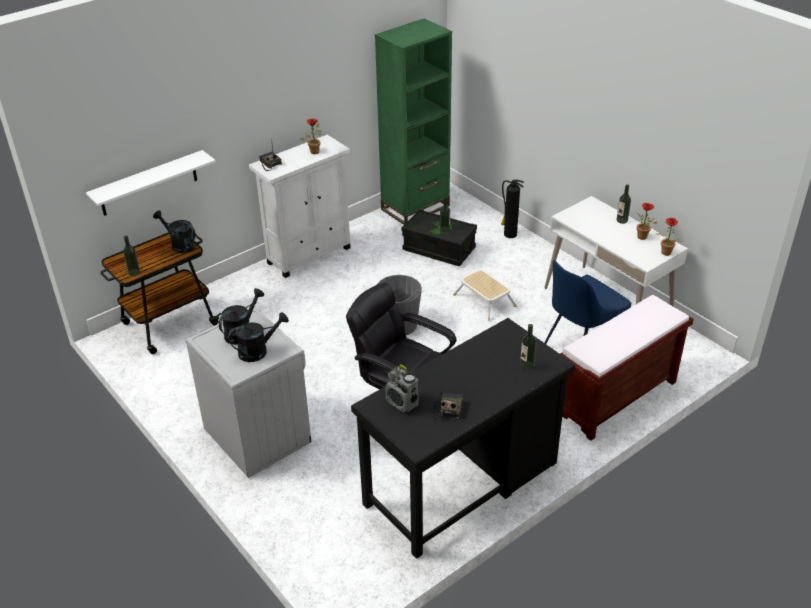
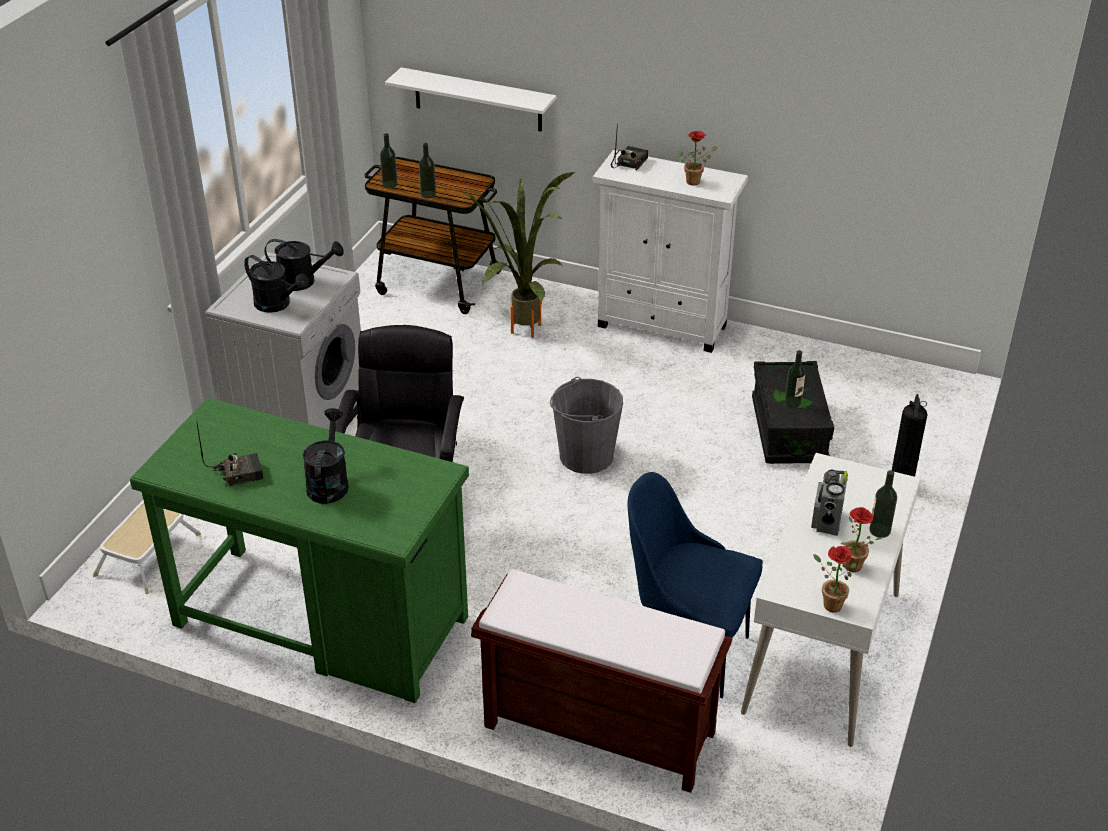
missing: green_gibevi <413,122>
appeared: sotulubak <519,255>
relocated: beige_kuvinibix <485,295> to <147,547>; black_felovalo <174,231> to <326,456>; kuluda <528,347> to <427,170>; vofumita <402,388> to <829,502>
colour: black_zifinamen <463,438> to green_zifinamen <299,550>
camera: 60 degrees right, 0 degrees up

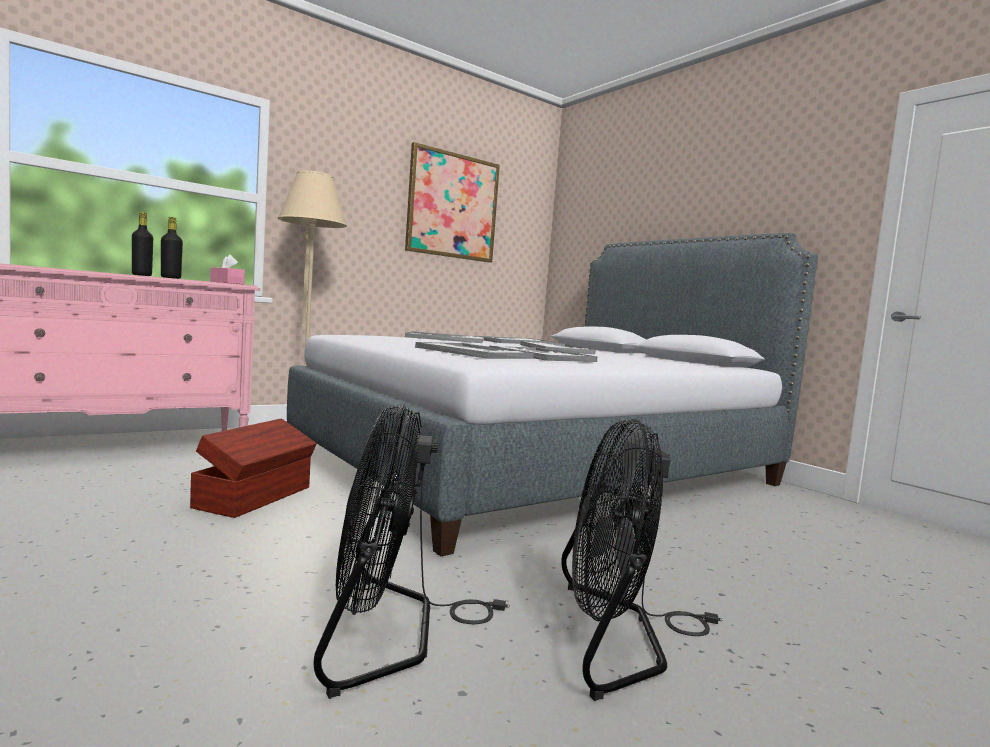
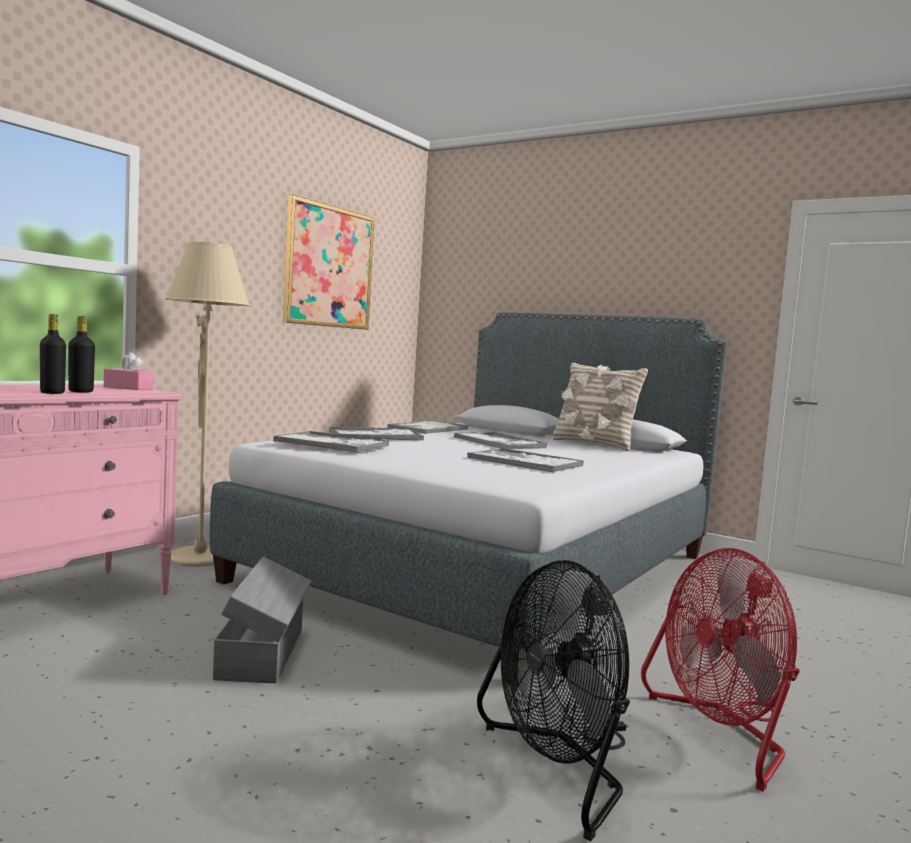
appeared: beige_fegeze <600,406>
relocated: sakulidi <474,350> to <331,441>
colour: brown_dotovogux <253,468> to grey_dotovogux <262,620>; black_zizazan <641,560> to red_zizazan <720,670>
camera: 20 degrees left, 0 degrees up

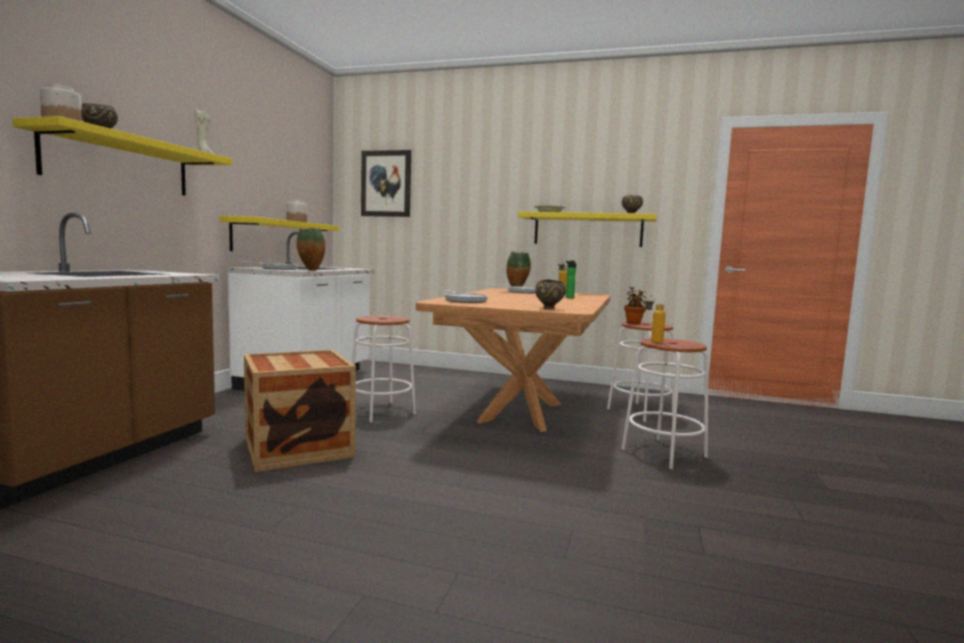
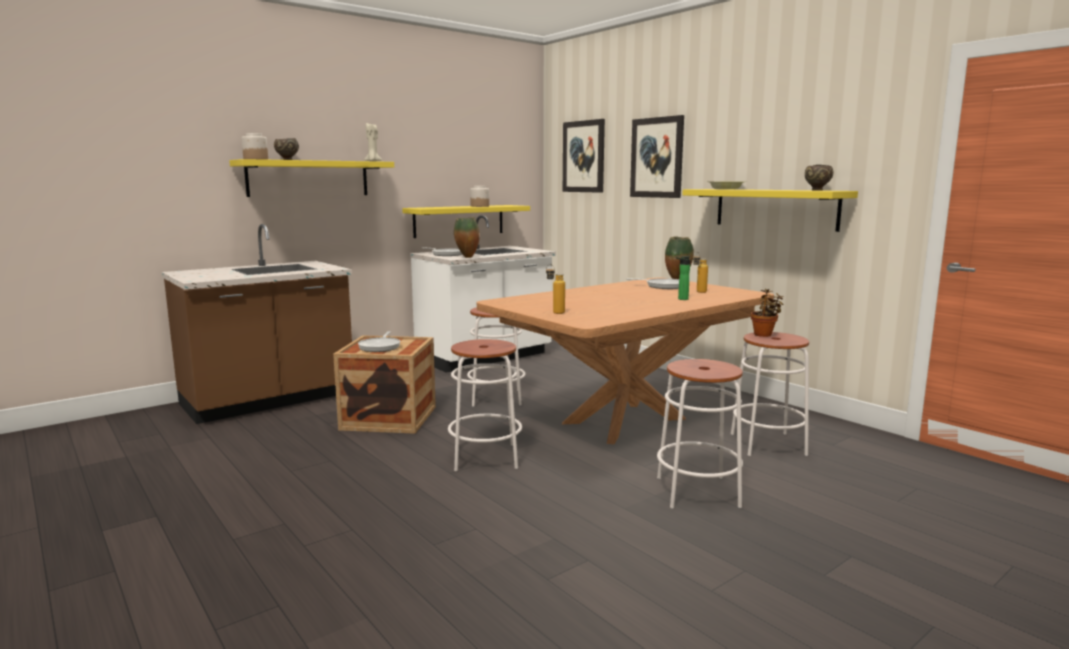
missing: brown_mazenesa <551,294>
appeared: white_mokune <485,405>; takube <657,156>
relocated: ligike <465,296> to <379,341>; kuluda <655,319> to <555,289>
camera: 35 degrees right, 5 degrees up

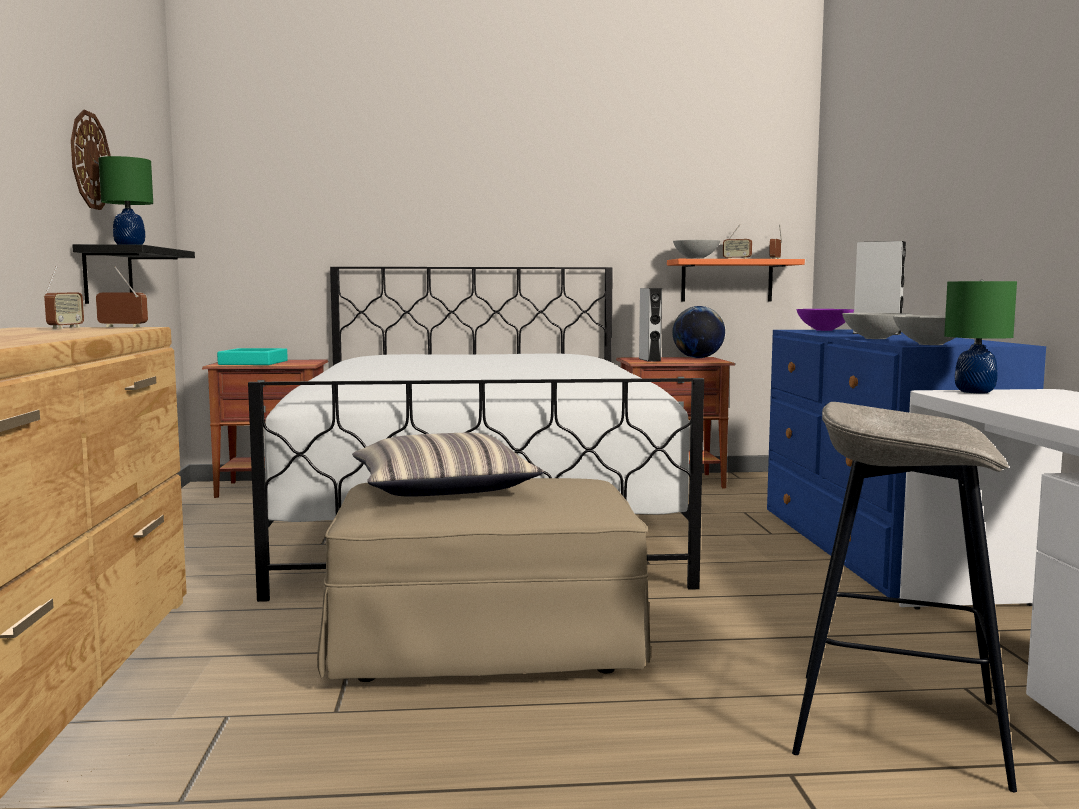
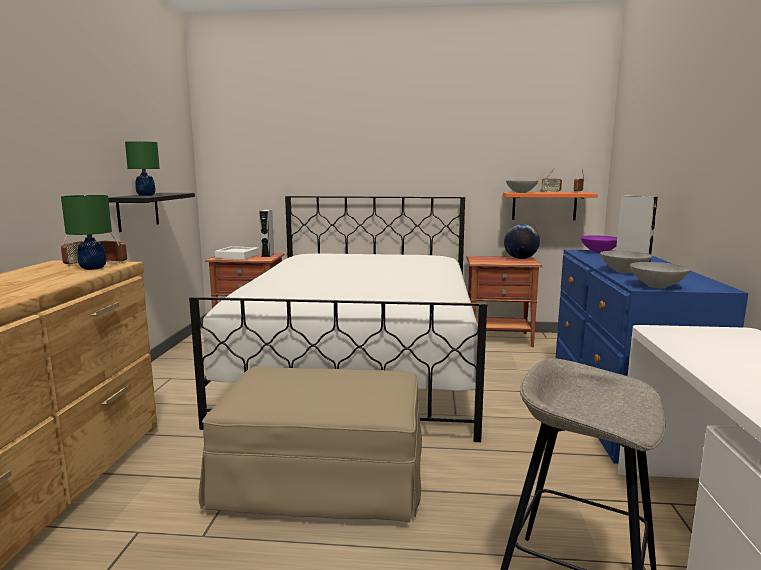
missing: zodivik <91,160>; fegeze <448,465>
relocated: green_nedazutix <980,337> to <86,232>; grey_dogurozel <650,324> to <266,233>
colour: turquoise_sakulidi <252,356> to white_sakulidi <237,253>
camera: 10 degrees right, 5 degrees up

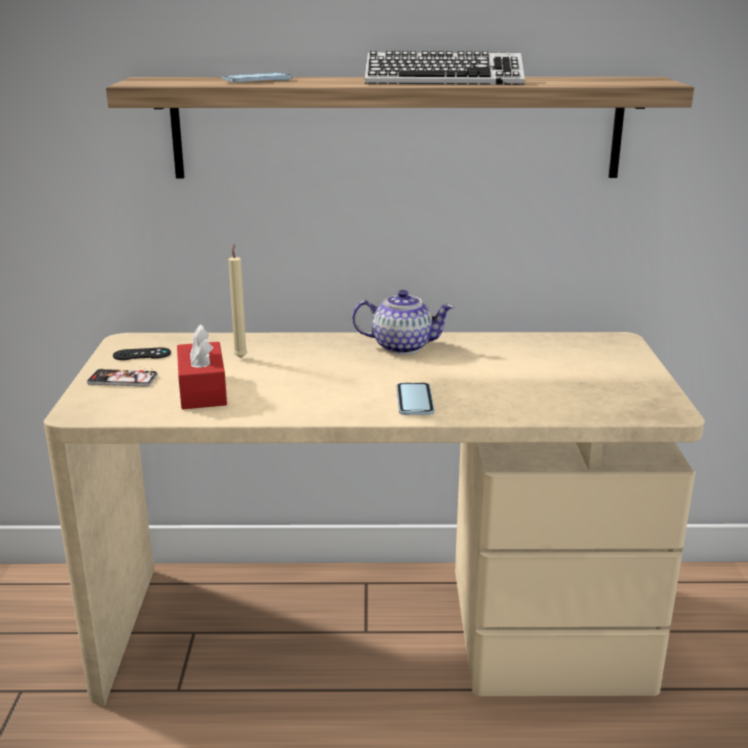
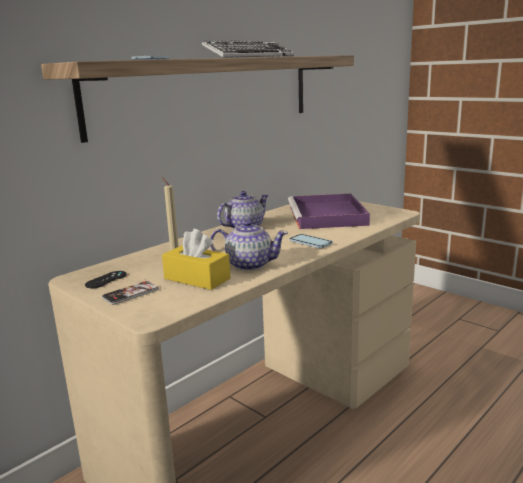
appeared: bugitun <249,245>; purple_sakulidi <329,211>
colour: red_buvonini <202,367> to yellow_buvonini <196,259>
camera: 45 degrees left, 5 degrees down

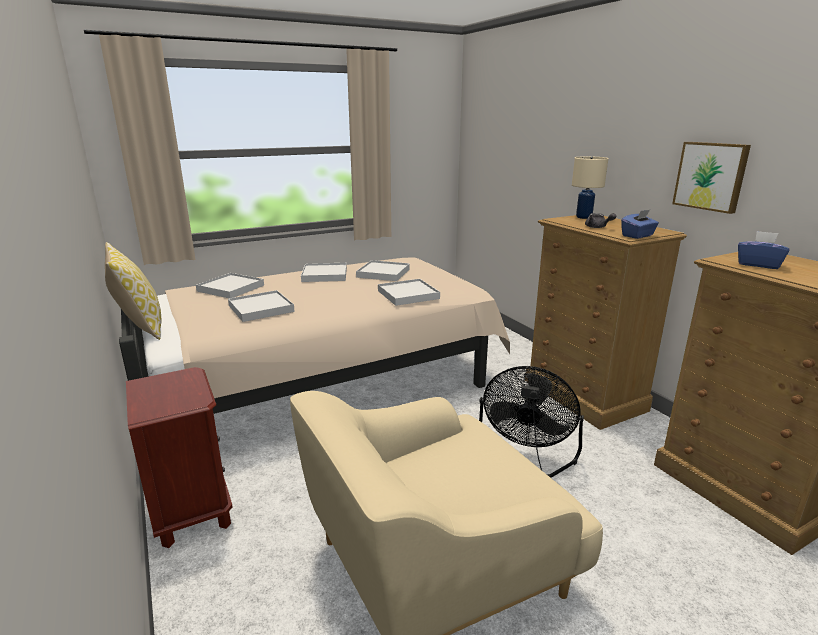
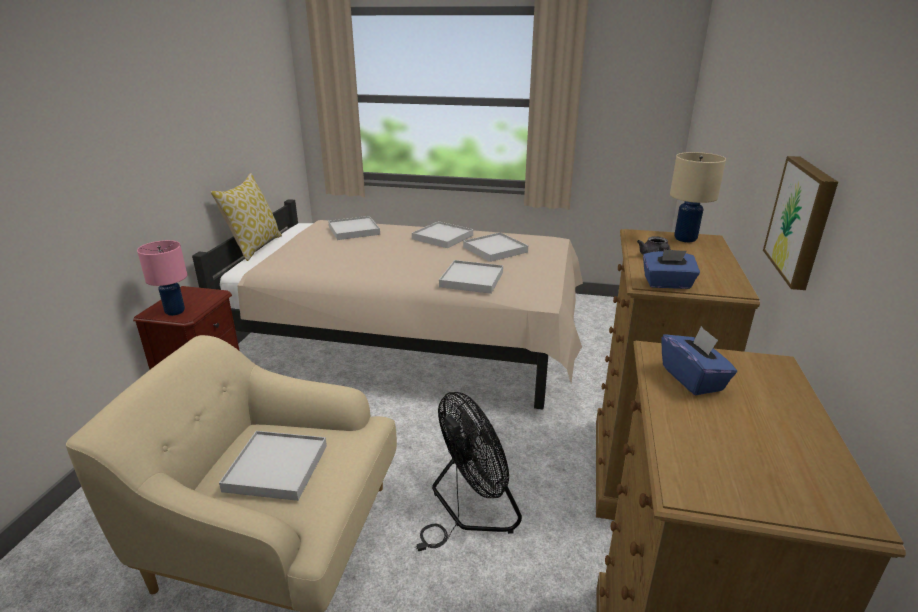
appeared: pink_nedazutix <162,278>
relocated: white_sakulidi <261,306> to <273,466>
camera: 40 degrees right, 5 degrees up

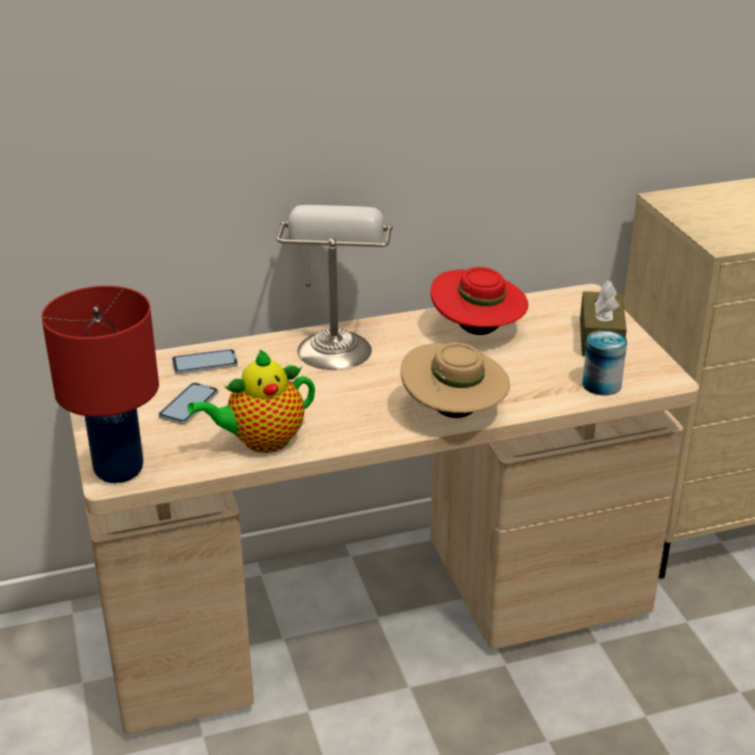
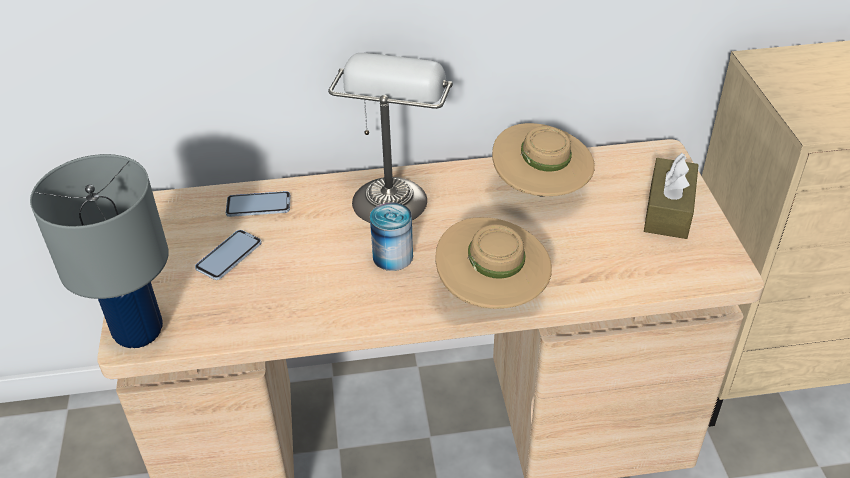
missing: bugitun <251,401>
relocated: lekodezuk <604,362> to <391,236>
colour: red_nedazutix <100,384> to grey_nedazutix <99,251>; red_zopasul <479,301> to beige_zopasul <543,159>
camera: 10 degrees right, 10 degrees up

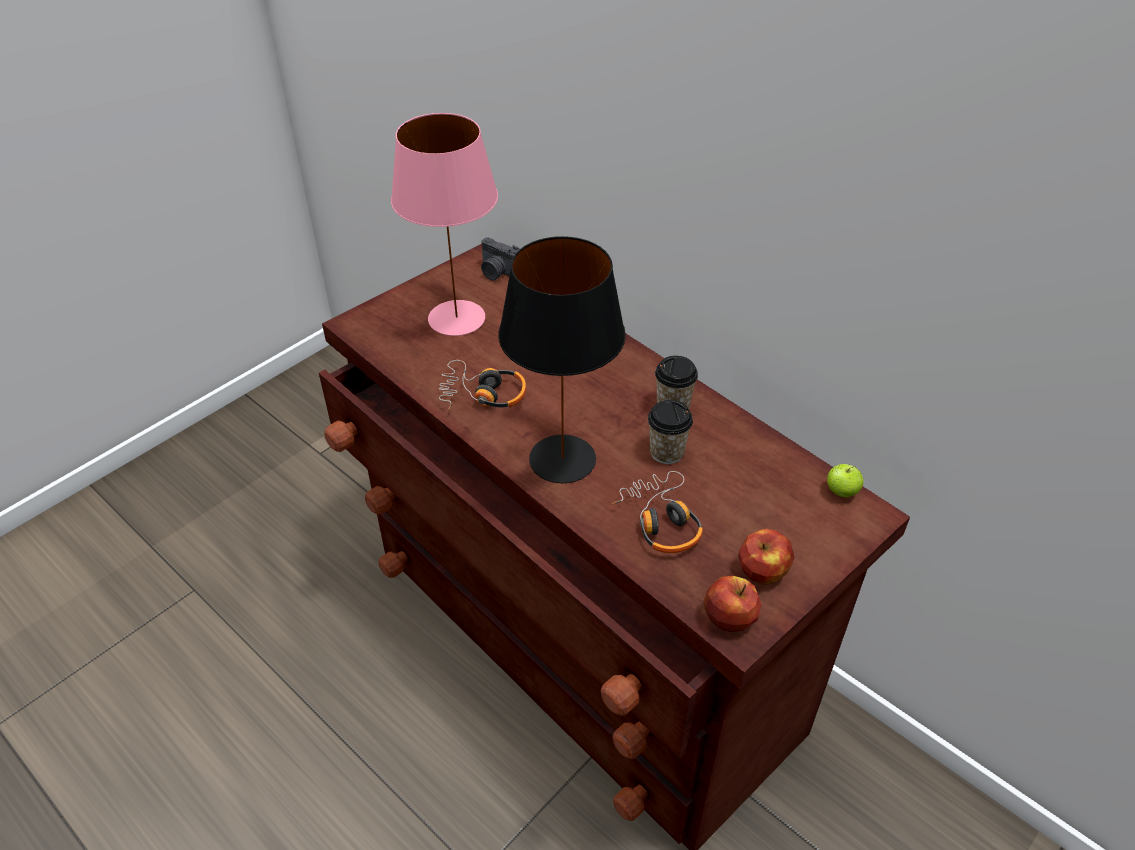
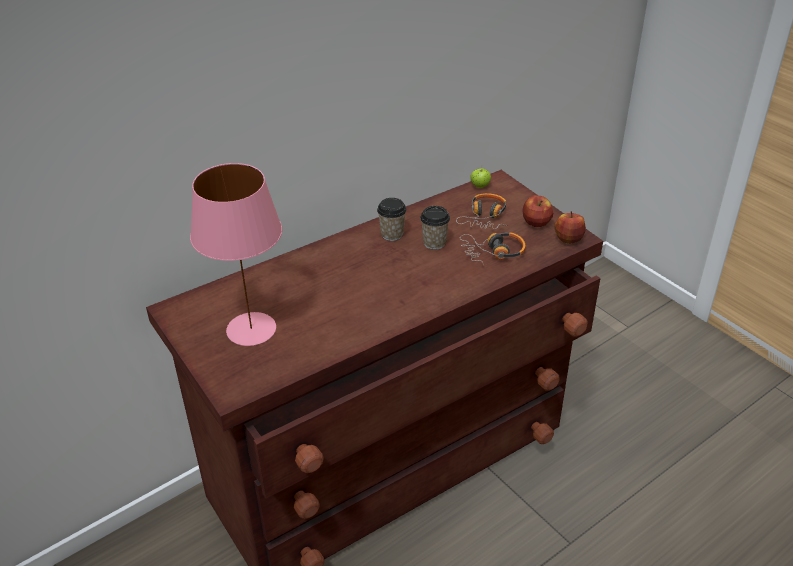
missing: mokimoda <500,259>; black_nedazutix <562,359>
relocated: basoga <482,385> to <481,211>
camera: 80 degrees left, 5 degrees down

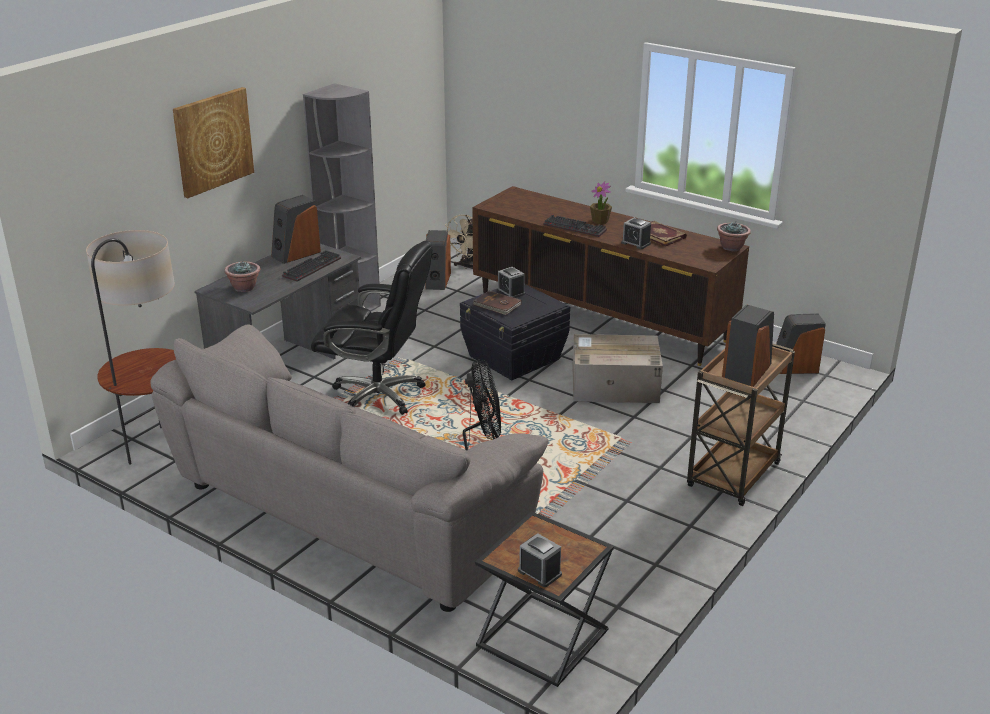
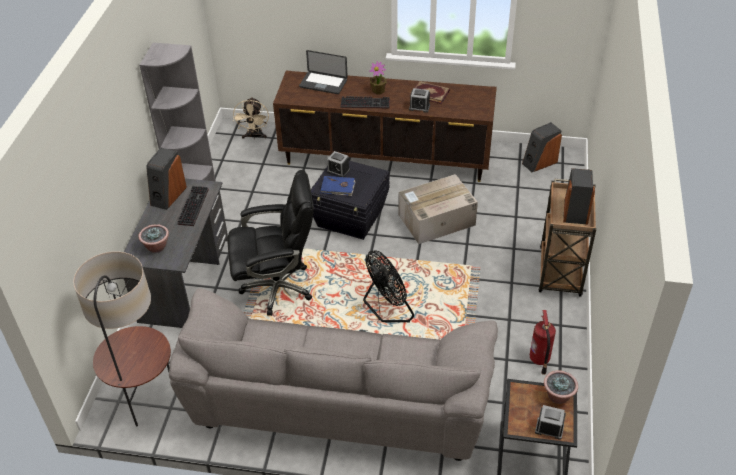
missing: takube <213,142>; dogurozel <438,260>
appeared: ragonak <323,72>; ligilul <543,342>
relocated: sotulubak <734,237> to <561,387>
colour: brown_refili <497,303> to blue_refili <338,186>
camera: 25 degrees left, 15 degrees up

